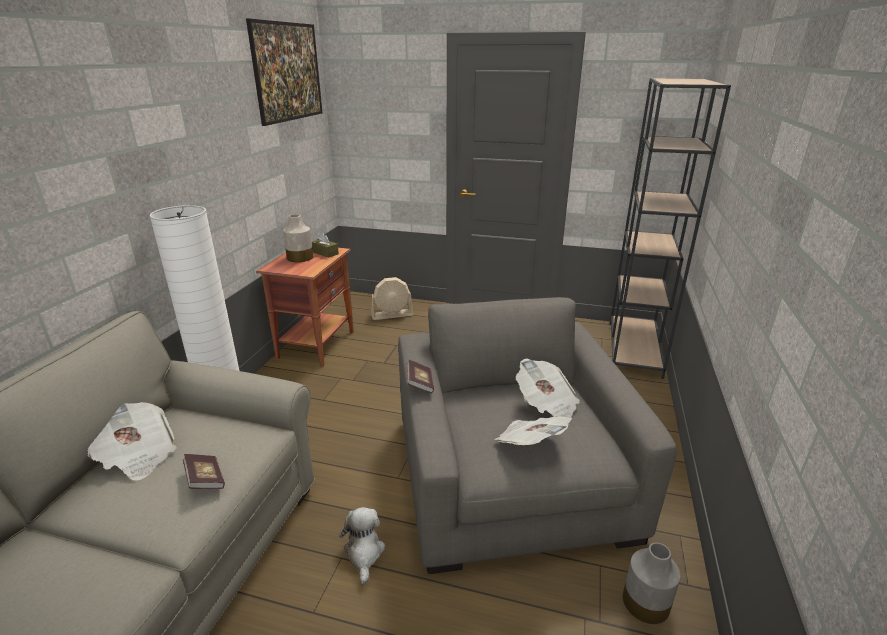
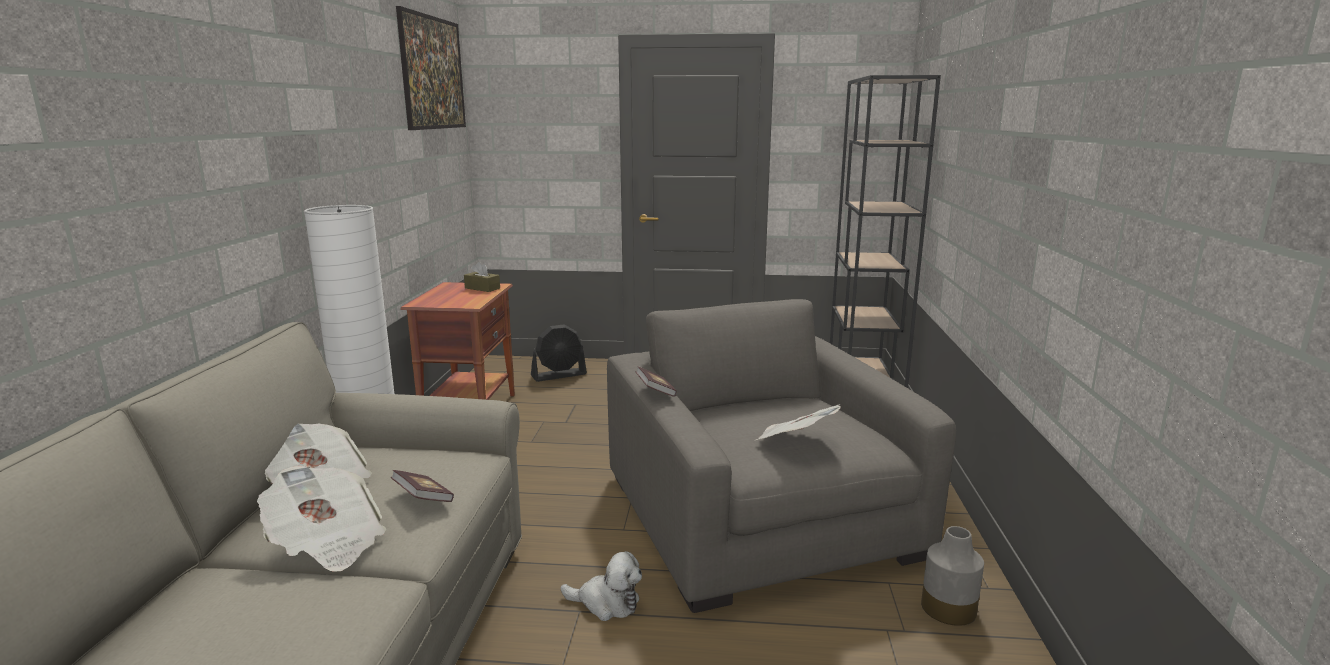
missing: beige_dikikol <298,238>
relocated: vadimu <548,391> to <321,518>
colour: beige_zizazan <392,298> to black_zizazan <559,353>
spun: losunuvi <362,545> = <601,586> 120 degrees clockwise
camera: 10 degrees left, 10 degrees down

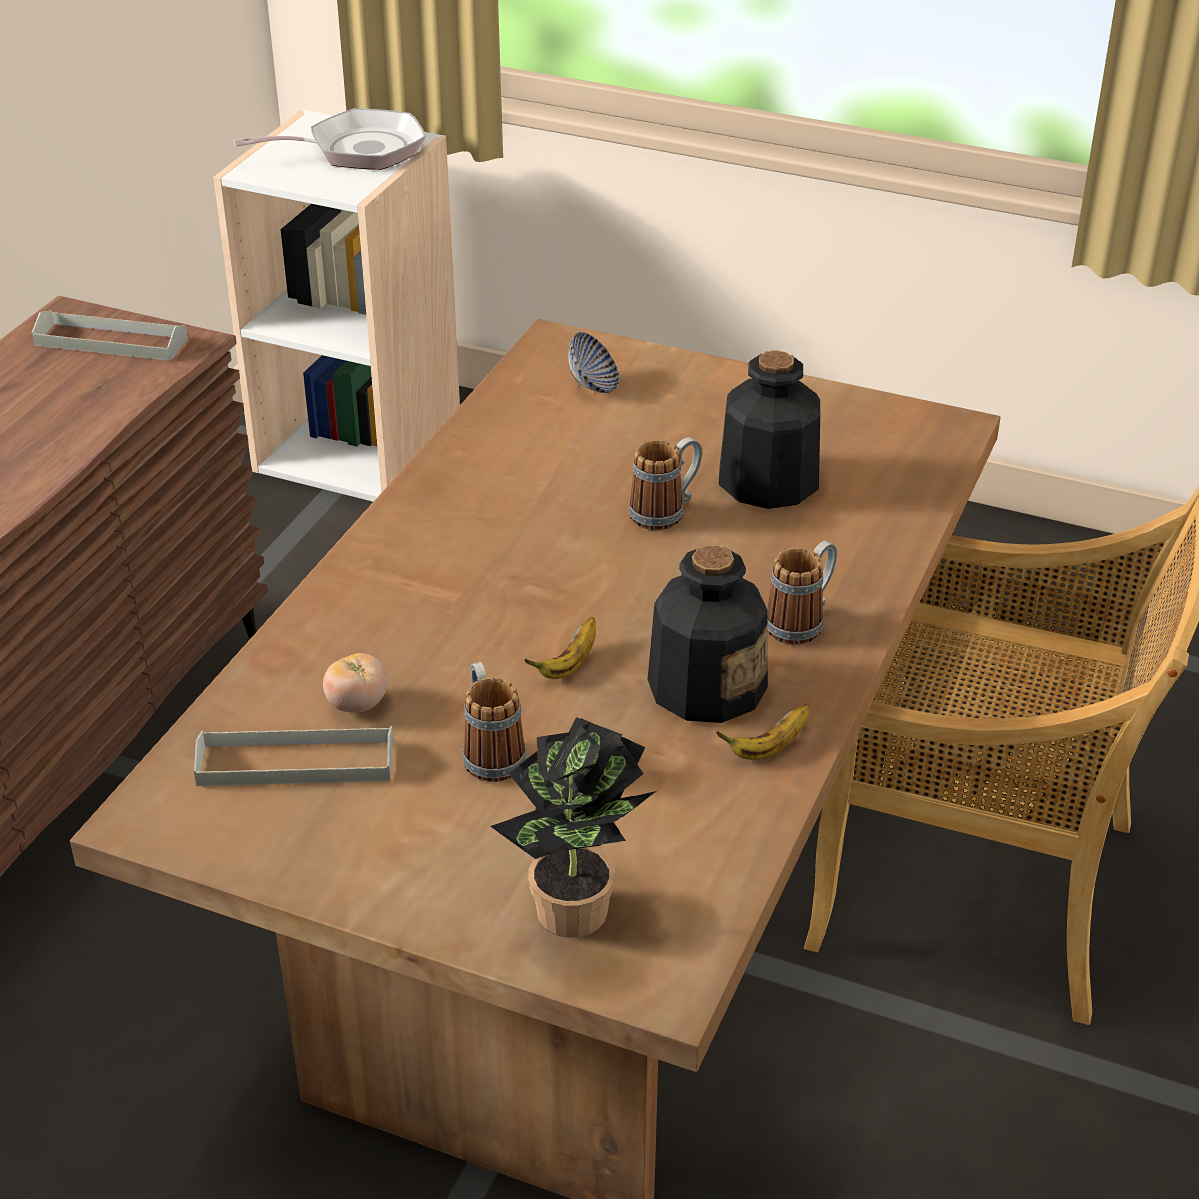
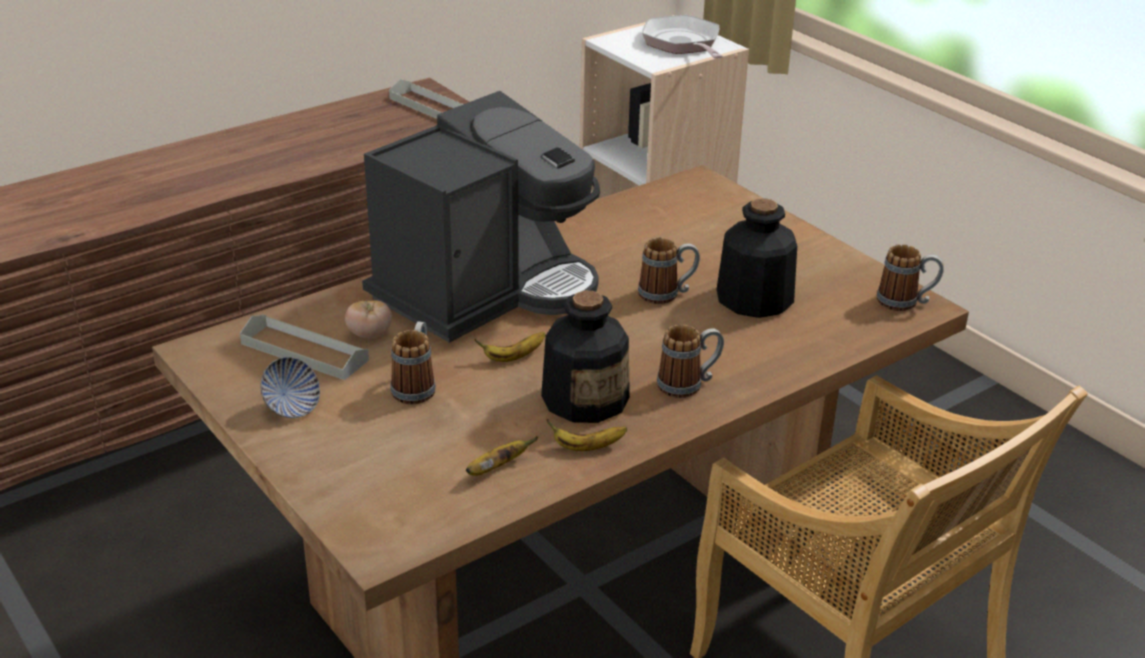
missing: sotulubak <573,827>
appeared: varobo <481,217>; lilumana <502,456>; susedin <910,278>
relocated: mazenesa <594,362> to <290,387>
spun: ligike <329,139> = <683,37> 120 degrees counterclockwise
camera: 30 degrees right, 5 degrees down

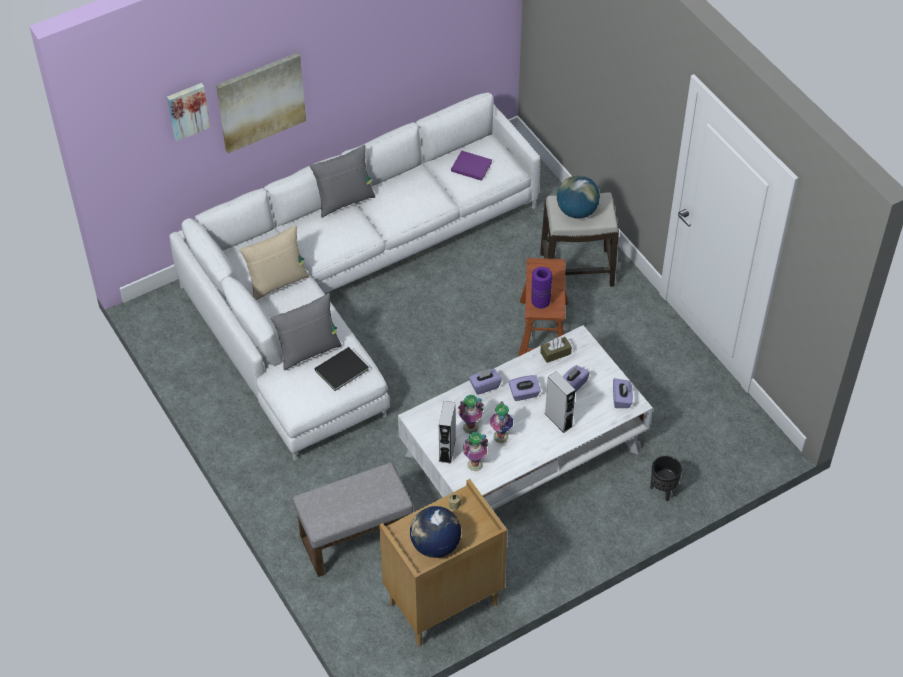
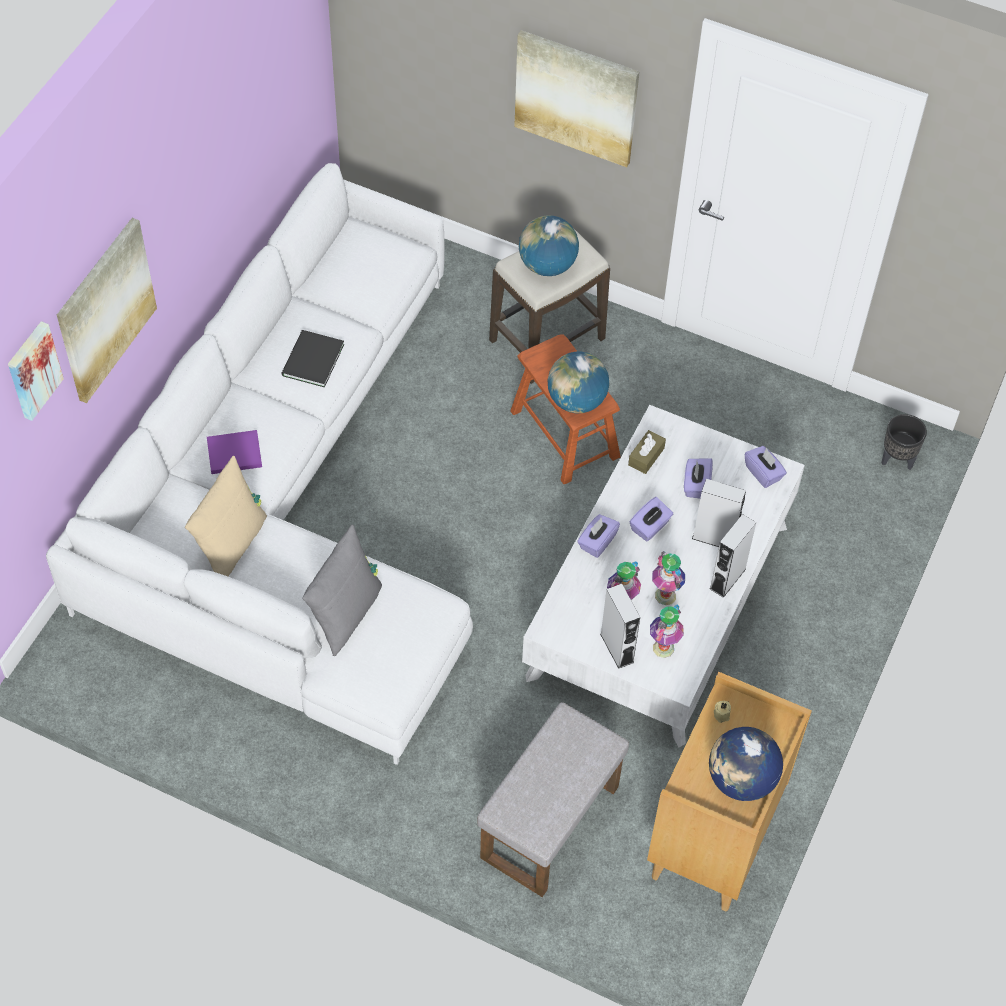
missing: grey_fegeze <342,181>
appeared: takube <577,98>; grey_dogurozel <733,556>
relocated: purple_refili <471,166> to <234,452>; black_refili <341,369> to <312,358>; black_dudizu <666,478> to <904,442>
exchanged: purple_dikikol <541,288> to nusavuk <578,382>
camera: 35 degrees left, 5 degrees up

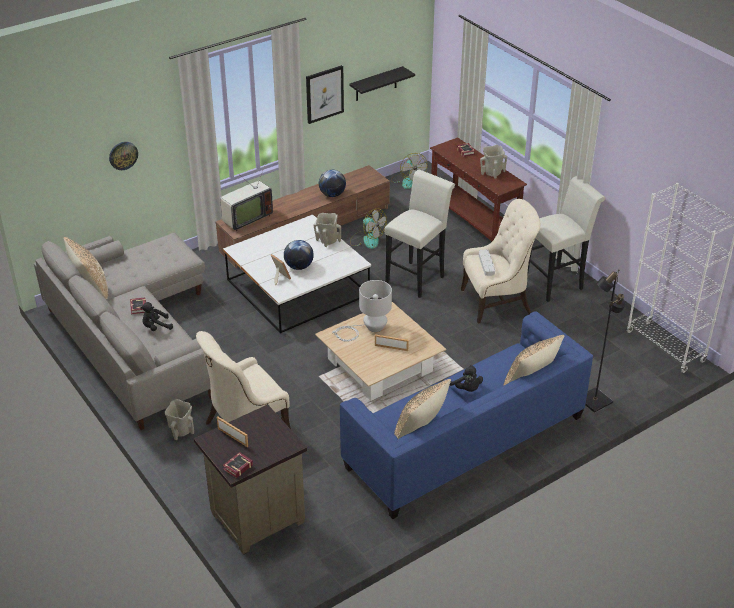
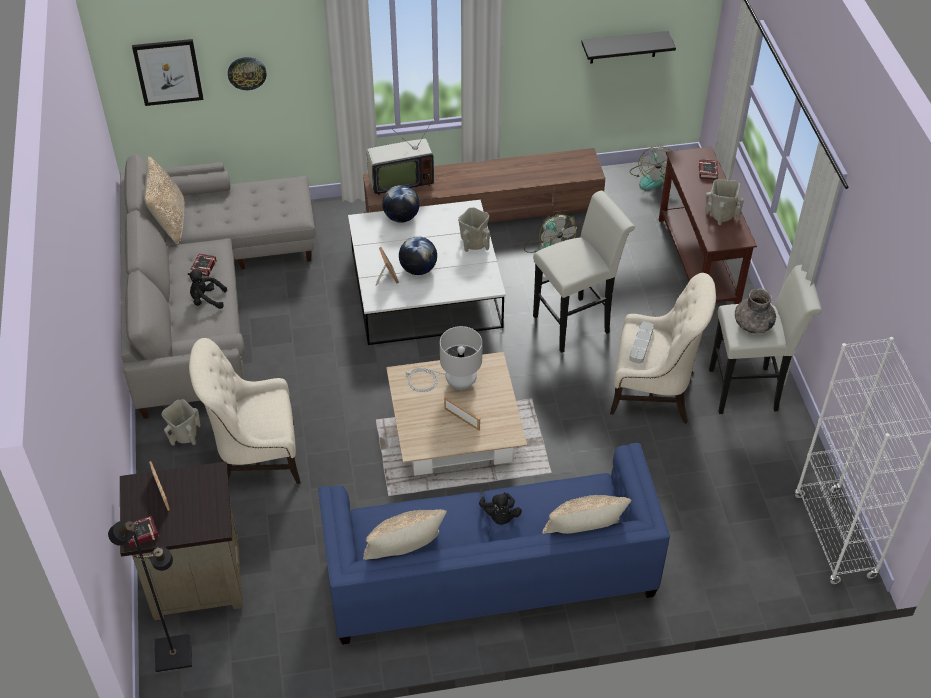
appeared: grey_dikikol <755,311>
relocated: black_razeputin <605,341> to <150,596>; takube <325,94> to <167,72>; nusavuk <332,183> to <401,204>
camera: 25 degrees right, 10 degrees up

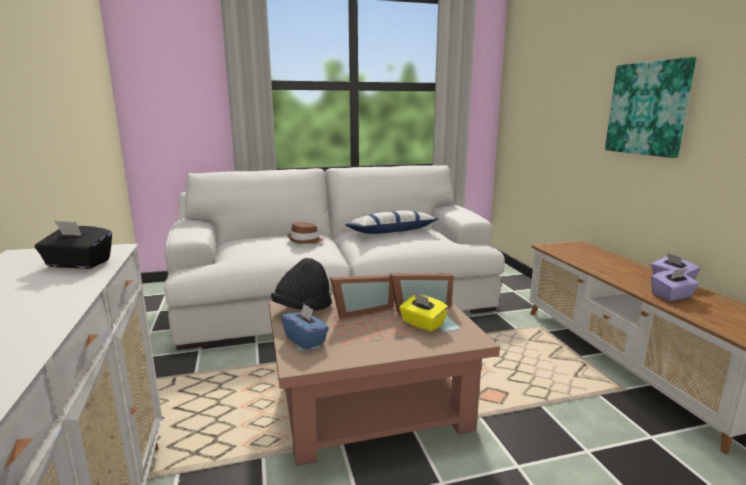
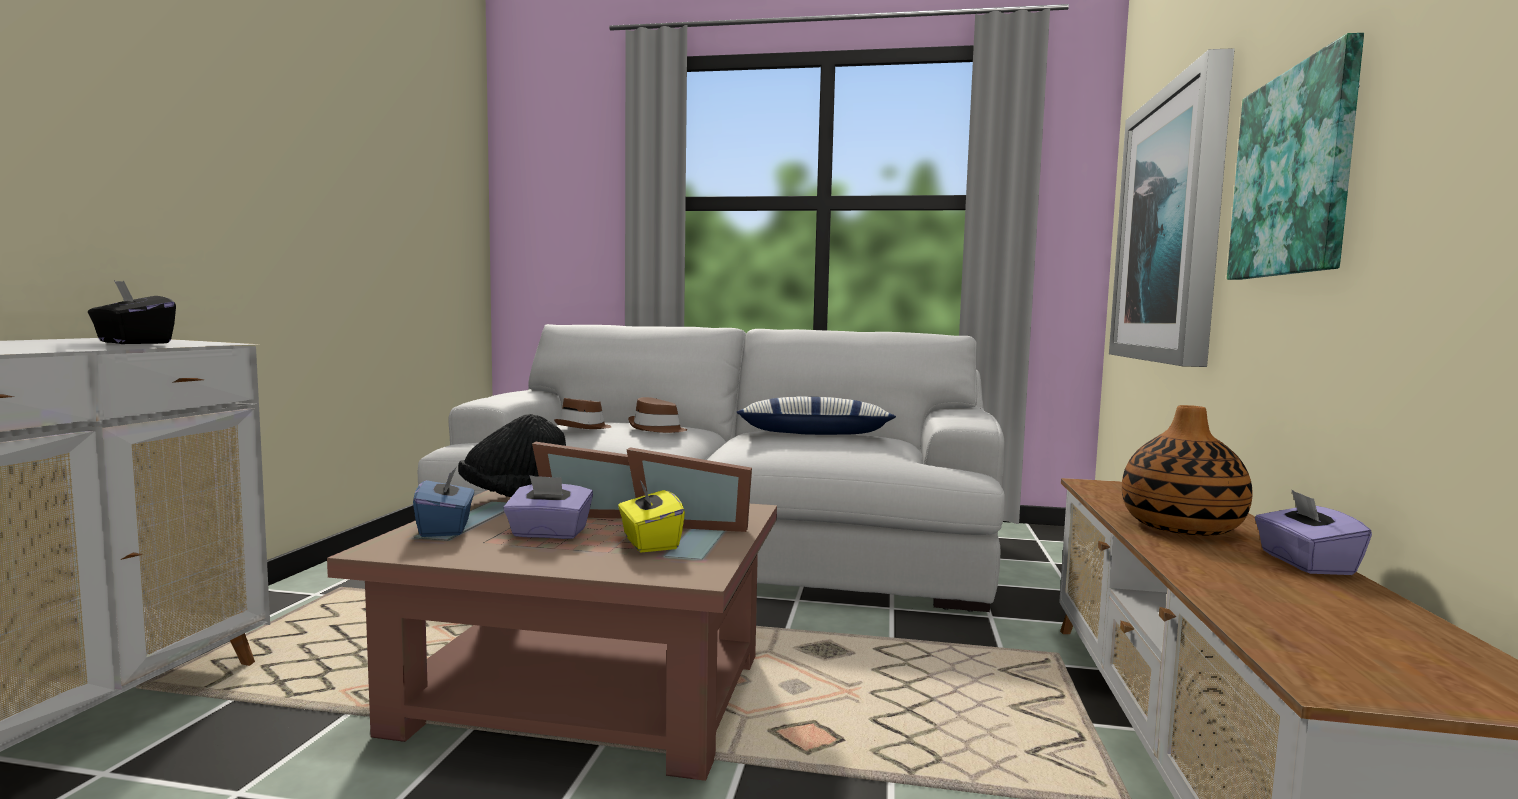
appeared: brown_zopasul <583,413>; takube <1172,207>; dikikol <1187,470>
relocated: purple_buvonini <675,284> to <548,507>
camera: 25 degrees right, 10 degrees down

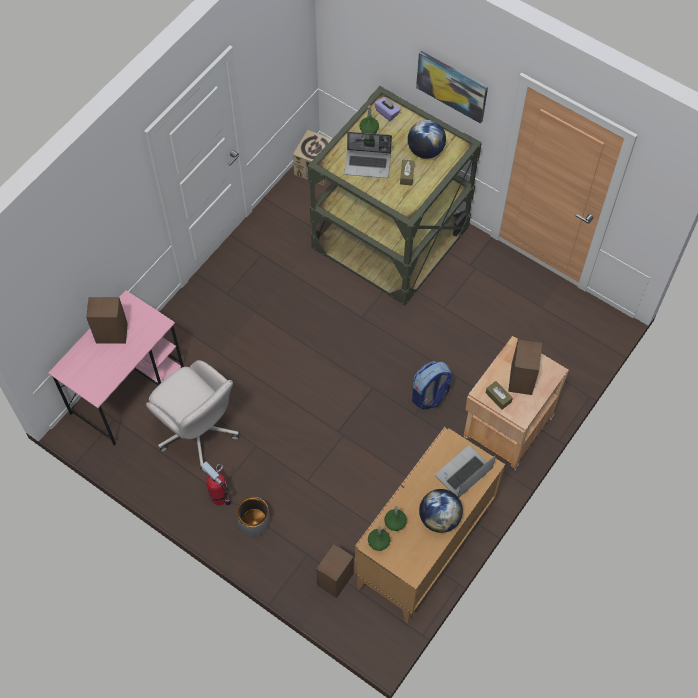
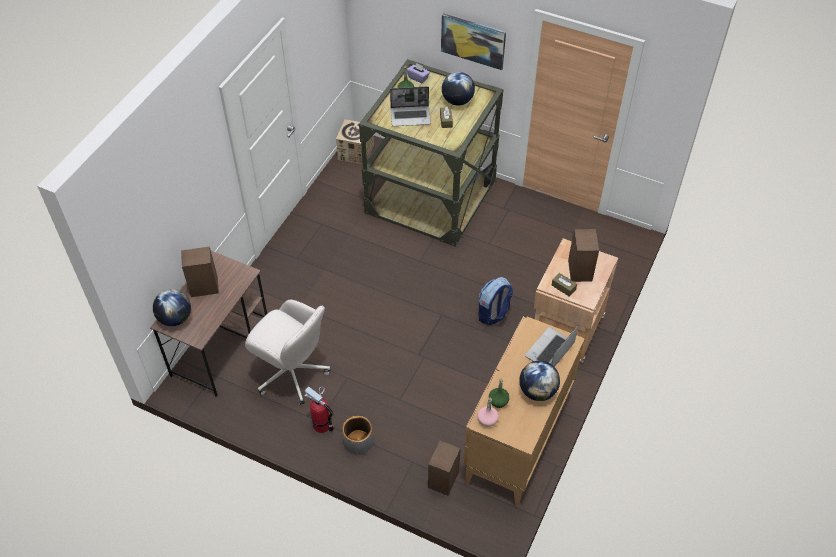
appeared: nusavuk <172,307>
colour: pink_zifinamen <116,368> to brown_zifinamen <208,324>; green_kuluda <379,538> to pink_kuluda <488,412>
camera: 10 degrees left, 10 degrees down

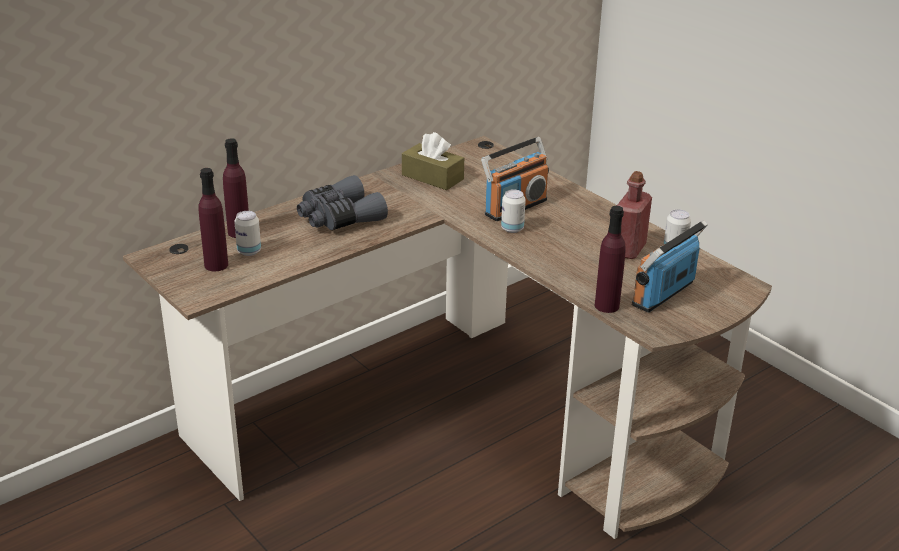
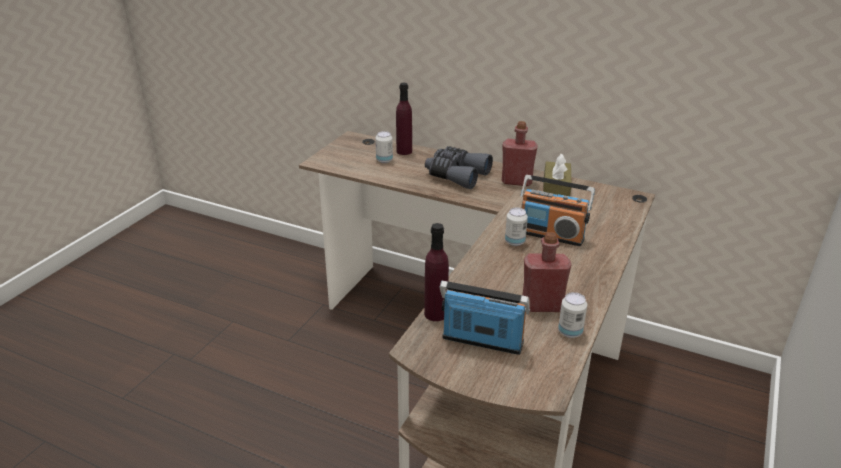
missing: purple_kuluda <213,219>
appeared: red_kuluda <520,153>
camera: 65 degrees right, 0 degrees up

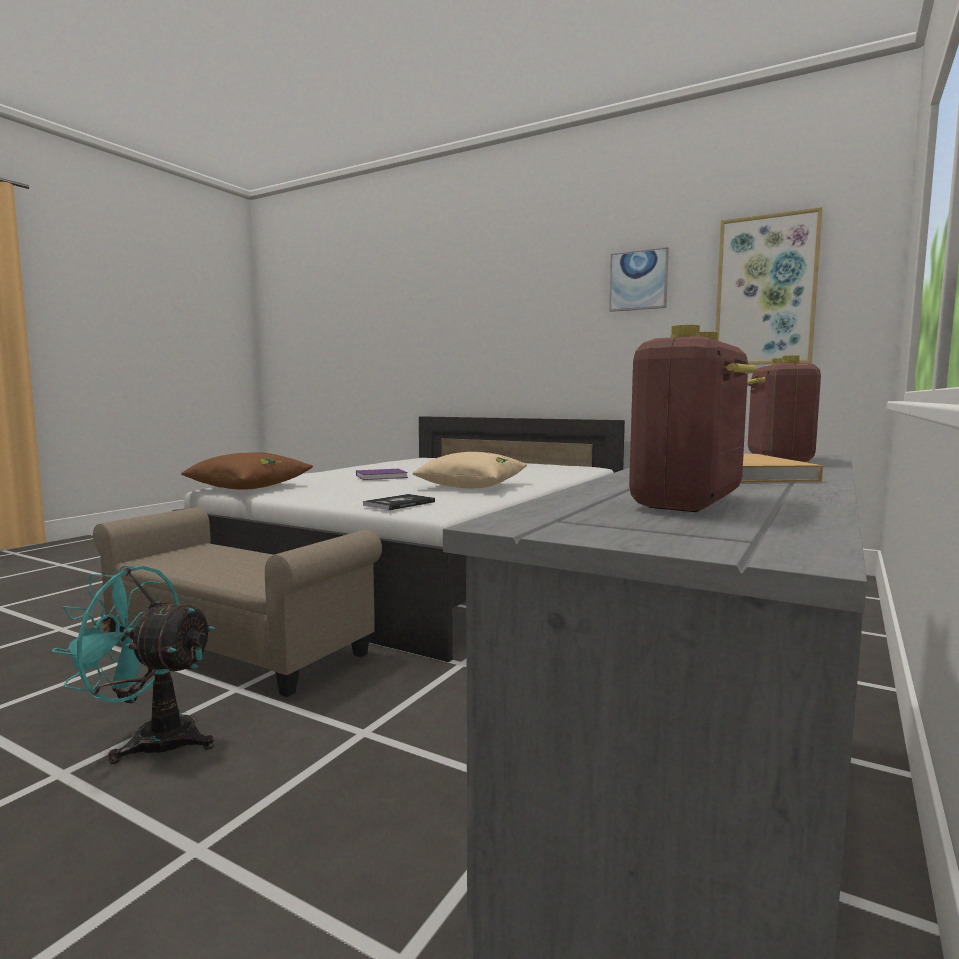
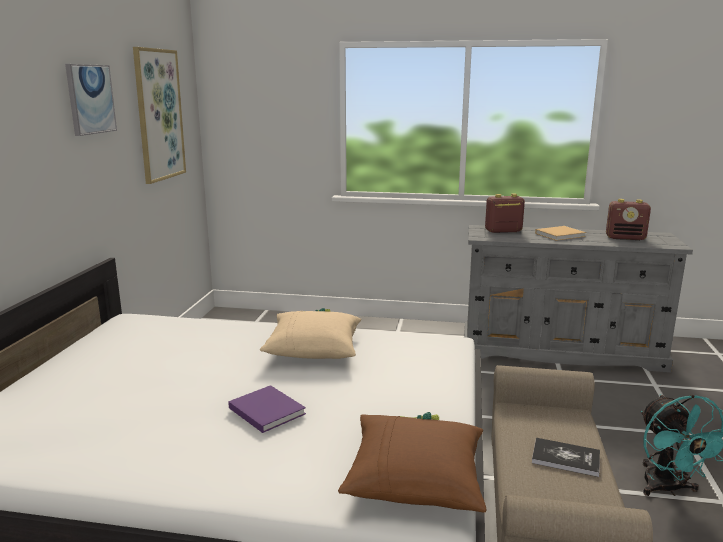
relocated: refili <399,502> to <566,457>
camera: 110 degrees left, 10 degrees up

